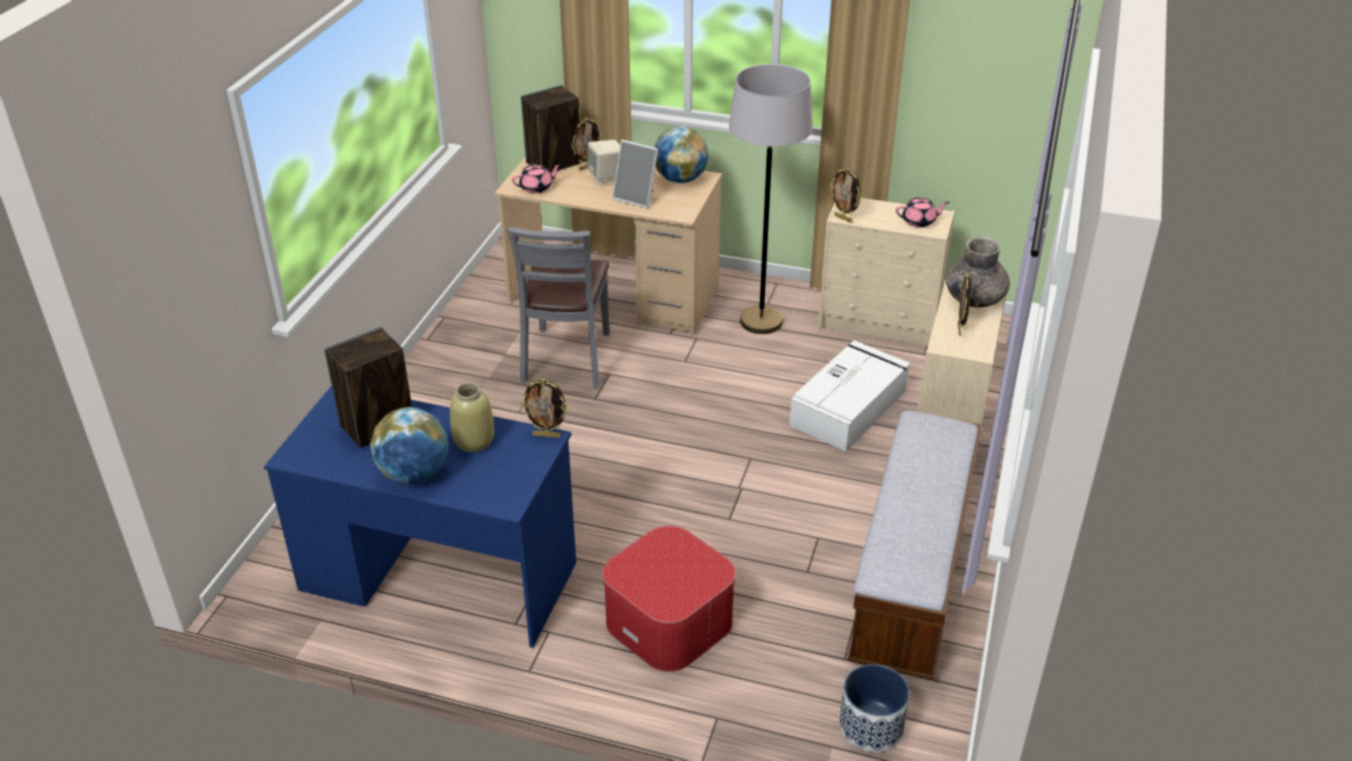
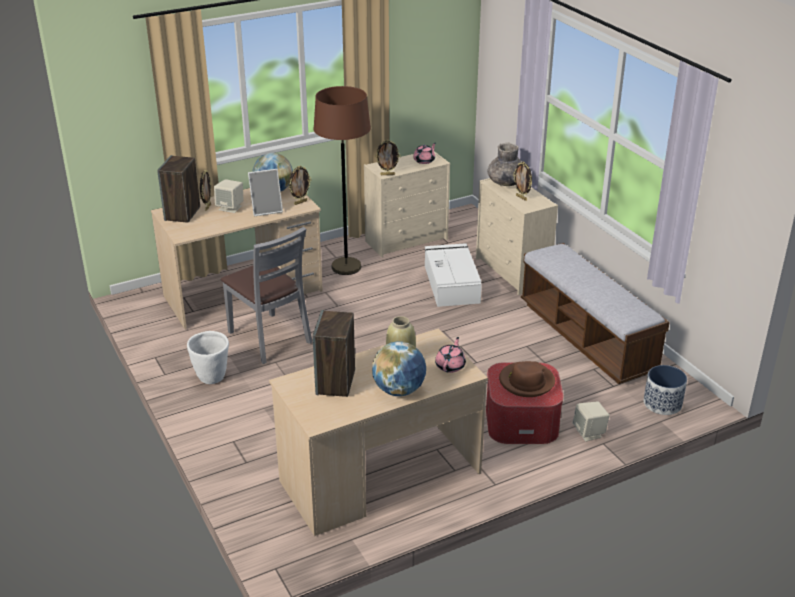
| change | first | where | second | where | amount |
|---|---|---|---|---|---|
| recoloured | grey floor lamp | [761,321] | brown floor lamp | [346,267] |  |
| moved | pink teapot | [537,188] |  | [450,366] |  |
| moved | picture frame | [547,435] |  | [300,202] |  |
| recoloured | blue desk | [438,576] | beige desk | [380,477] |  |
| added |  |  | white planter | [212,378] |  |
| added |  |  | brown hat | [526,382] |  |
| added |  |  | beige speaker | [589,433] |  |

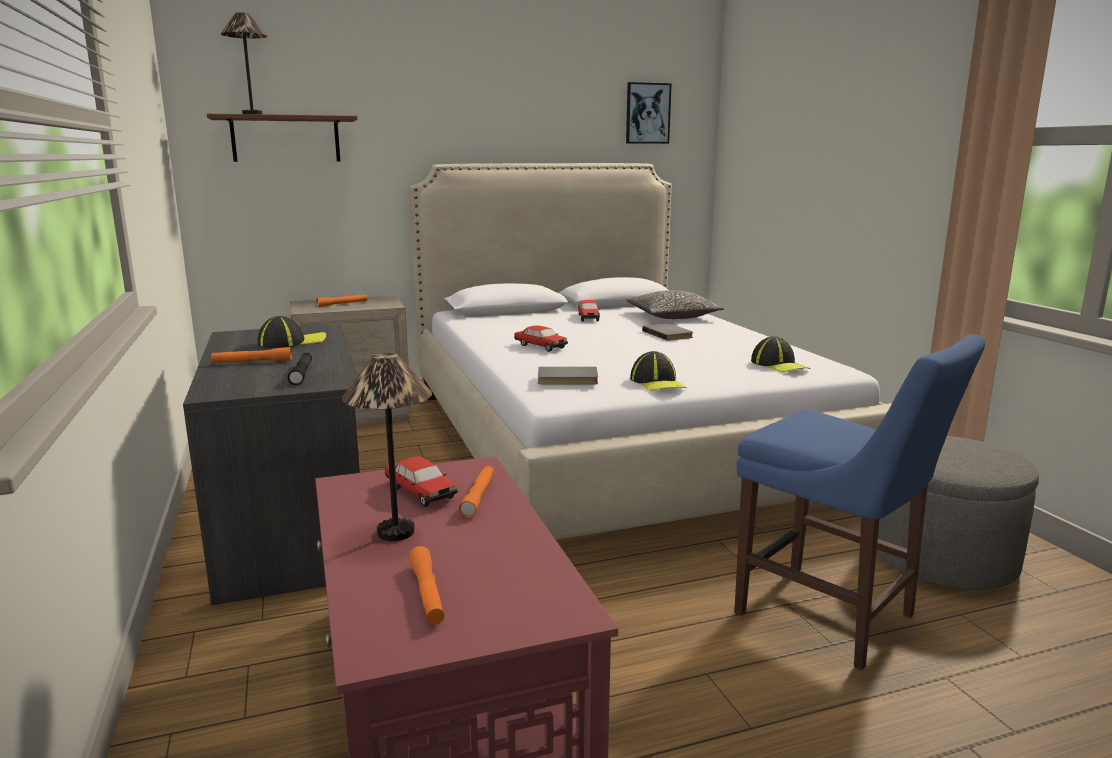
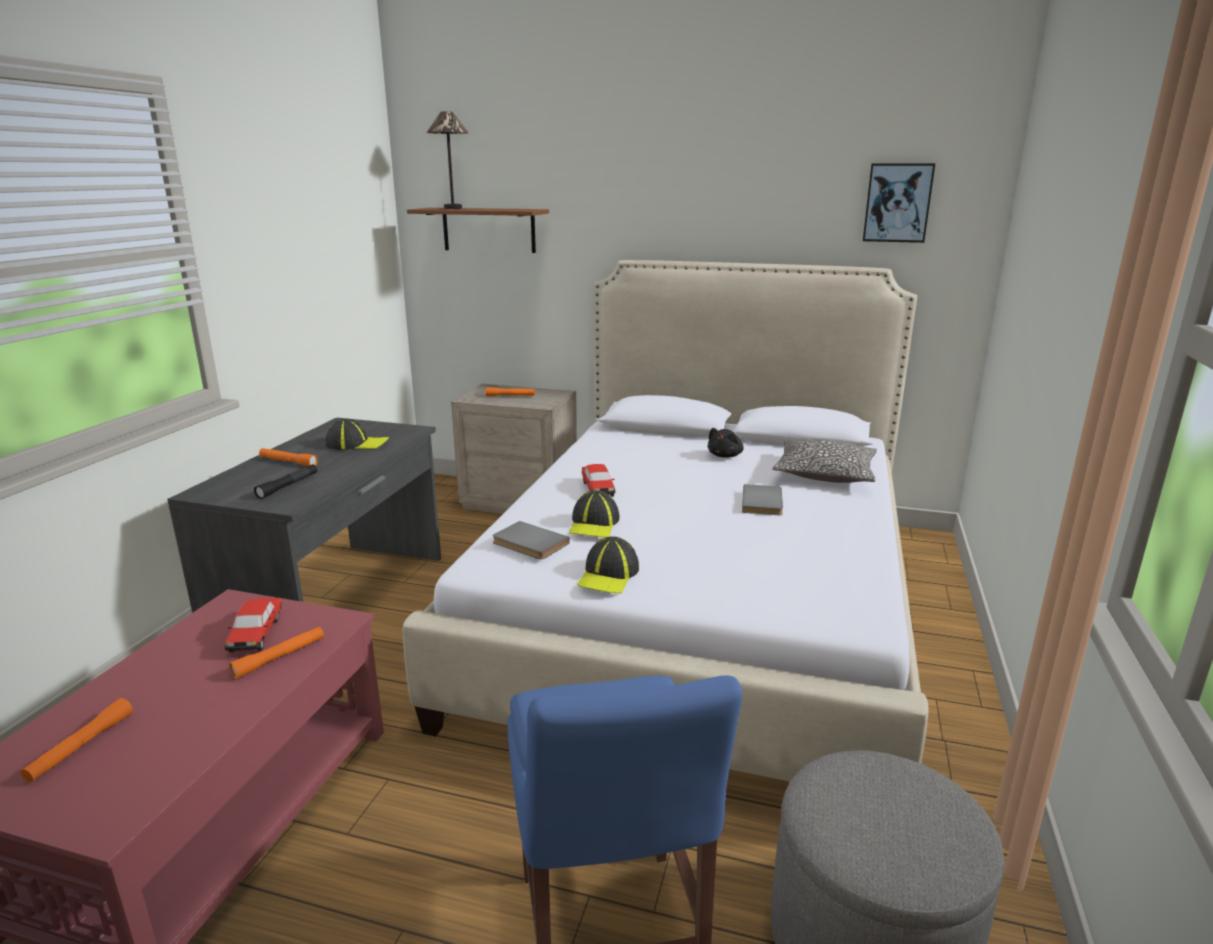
| change | first | where | second | where | amount |
|---|---|---|---|---|---|
| replaced | toy car | [588,317] | black plush toy | [725,455] |  |
| moved | cap | [779,365] |  | [594,524] |  |
| removed | table lamp | [396,532] |  |  |  |

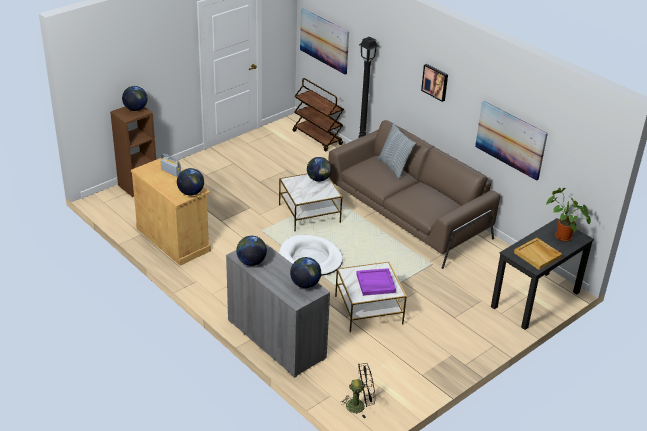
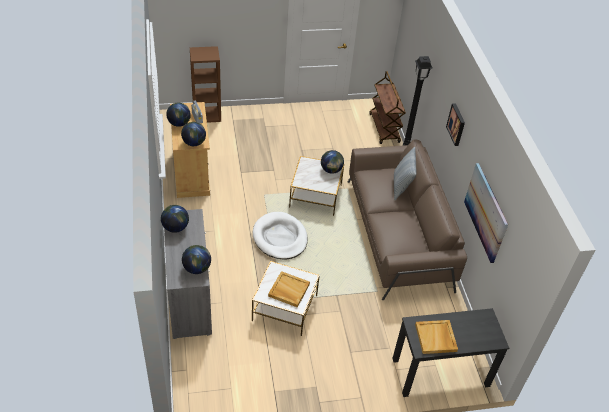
| change | first | where | second | where | amount |
|---|---|---|---|---|---|
| removed | picture | [324,40] |  |  |  |
| moved | globe | [135,109] |  | [179,123] |  |
| removed | potted plant | [561,236] |  |  |  |
| recoloured | purple tray | [375,283] | beige tray | [288,290] |  |
| removed | black fan | [359,405] |  |  |  |

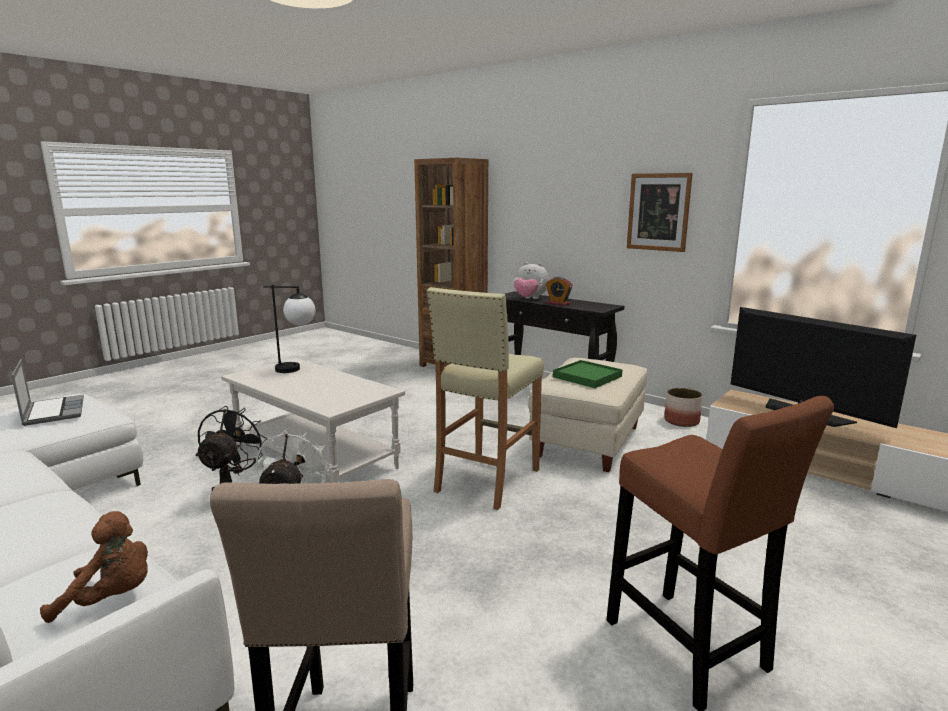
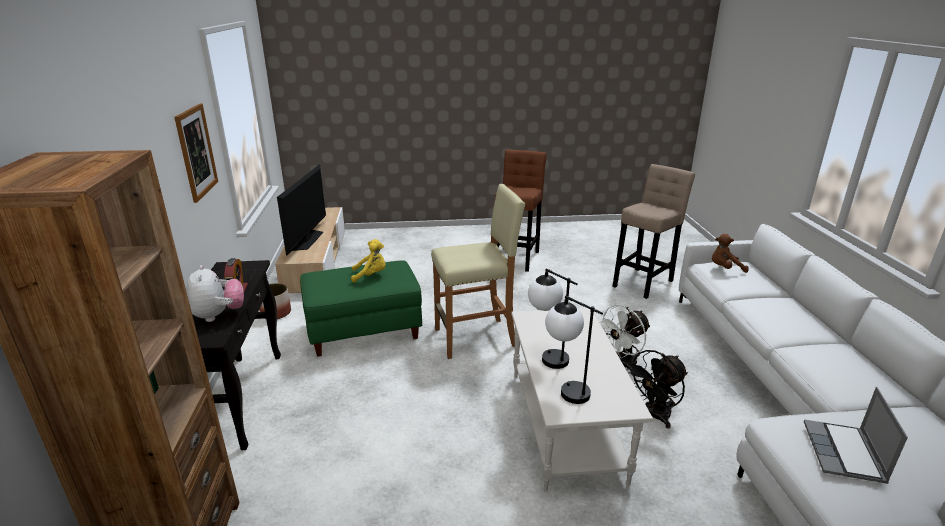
| change | first | where | second | where | amount |
|---|---|---|---|---|---|
| recoloured | beige ottoman | [589,441] | green ottoman | [363,330] |  |
| replaced | green tray | [587,377] | yellow plush toy | [371,275] |  |
| turned | brown plush toy | [111,599] |  | [725,268] | 45 degrees counterclockwise |
| added |  |  | table lamp | [546,355] |  |

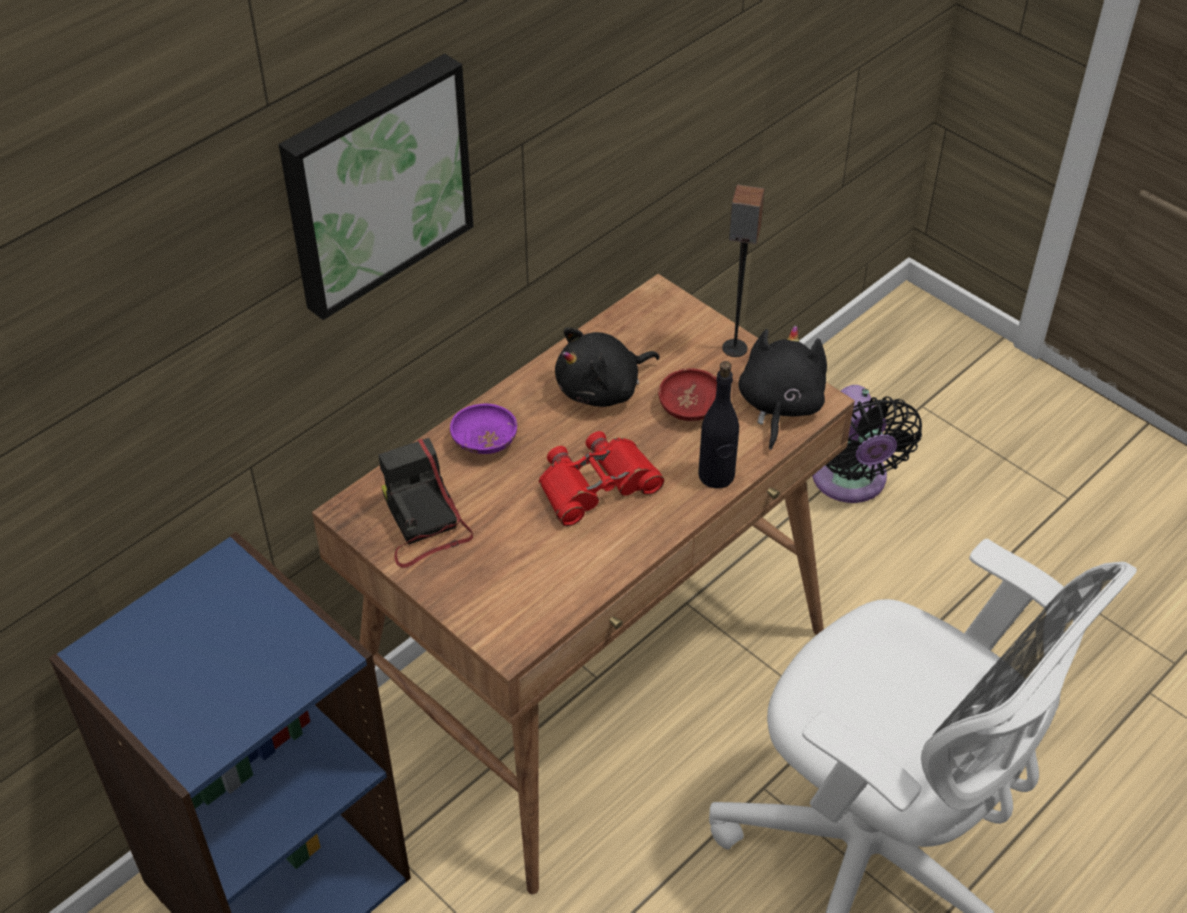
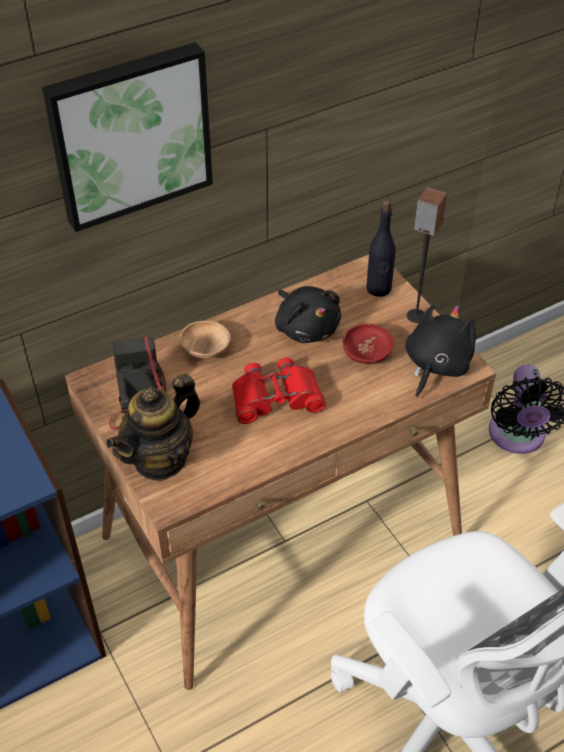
| change | first | where | second | where | amount |
|---|---|---|---|---|---|
| turned | black plush toy | [602,389] |  | [306,327] | 105 degrees counterclockwise |
| moved | black bottle | [716,476] |  | [378,288] |  |
| recoloured | purple bowl | [484,442] | brown bowl | [206,349] |  |
| added |  |  | teapot | [160,459] |  |

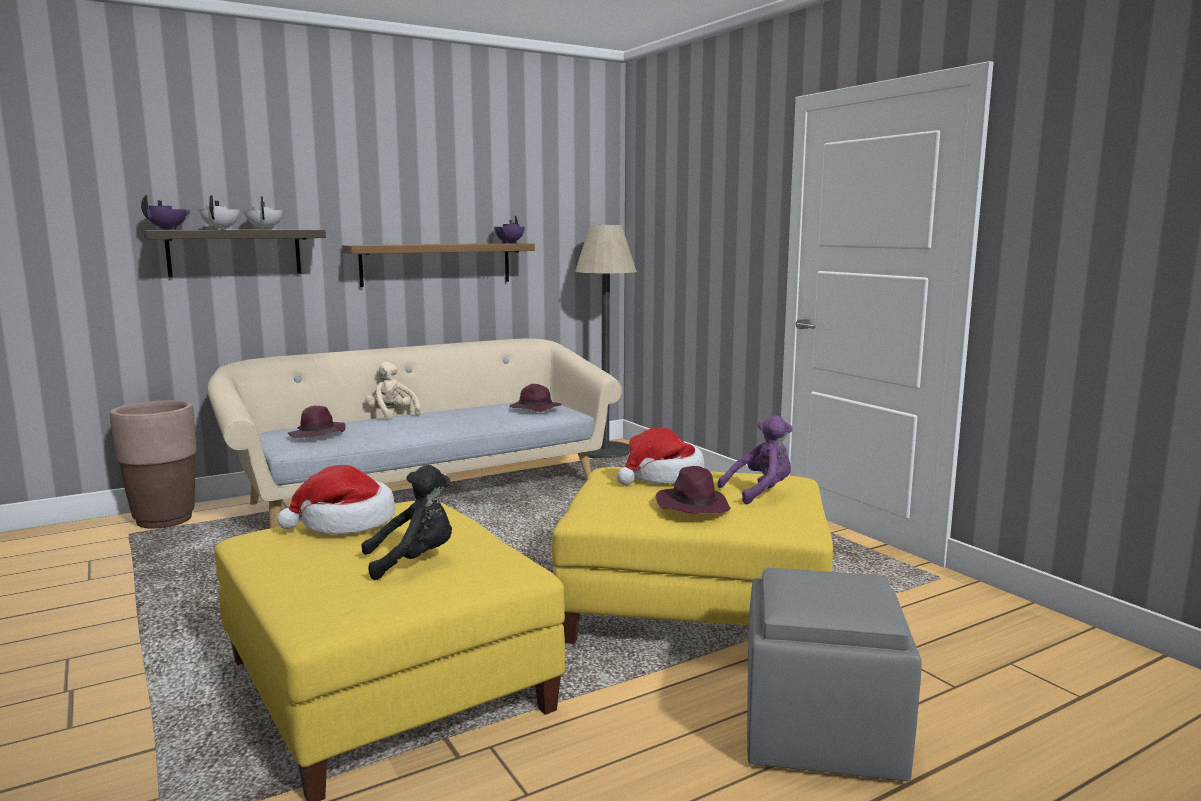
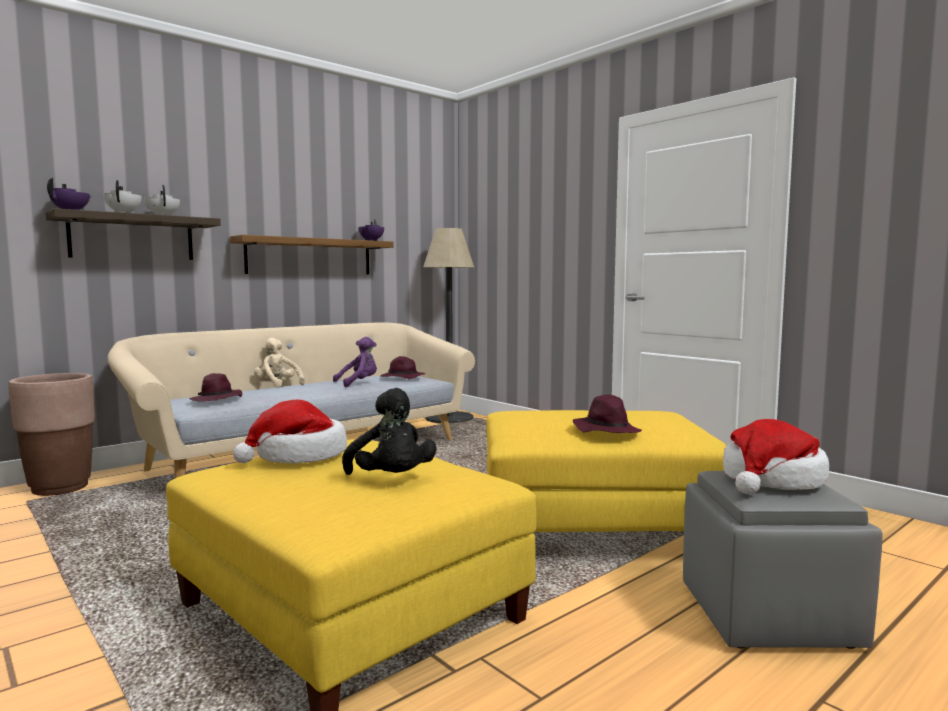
| change | first | where | second | where | amount |
|---|---|---|---|---|---|
| moved | purple plush toy | [760,492] |  | [359,383] |  |
| moved | hat | [662,477] |  | [772,480] |  |
| turned | black plush toy | [414,561] |  | [391,480] | 90 degrees clockwise |

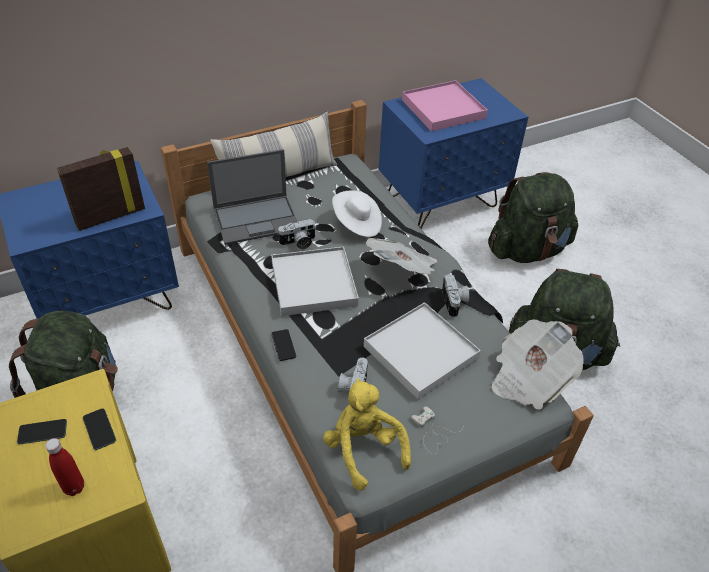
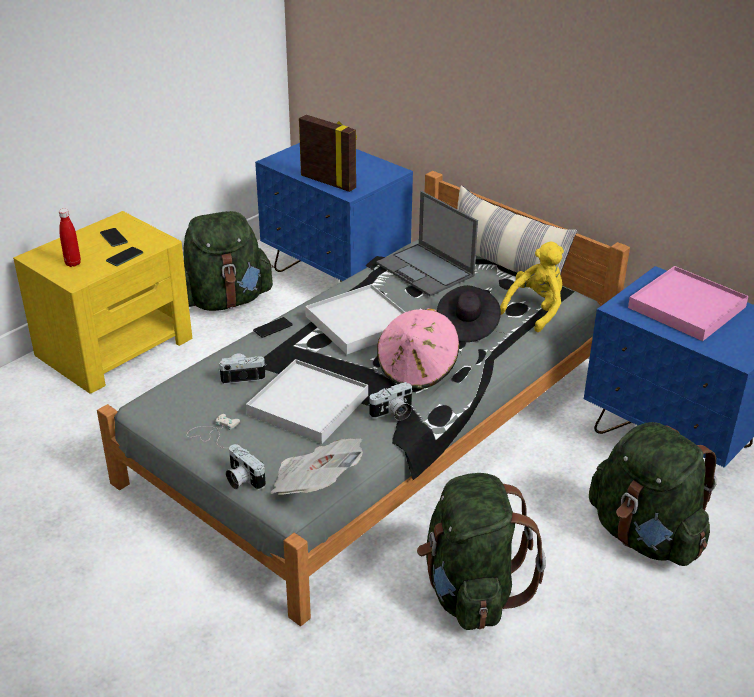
| change | first | where | second | where | amount |
|---|---|---|---|---|---|
| recoloured | white hat | [357,224] | black hat | [467,326] |  |
| moved | photo camera | [298,243] |  | [242,479] |  |
| replaced | newspaper | [403,270] | pink hat | [417,369] |  |
| moved | yellow plush toy | [363,449] |  | [536,310] |  |

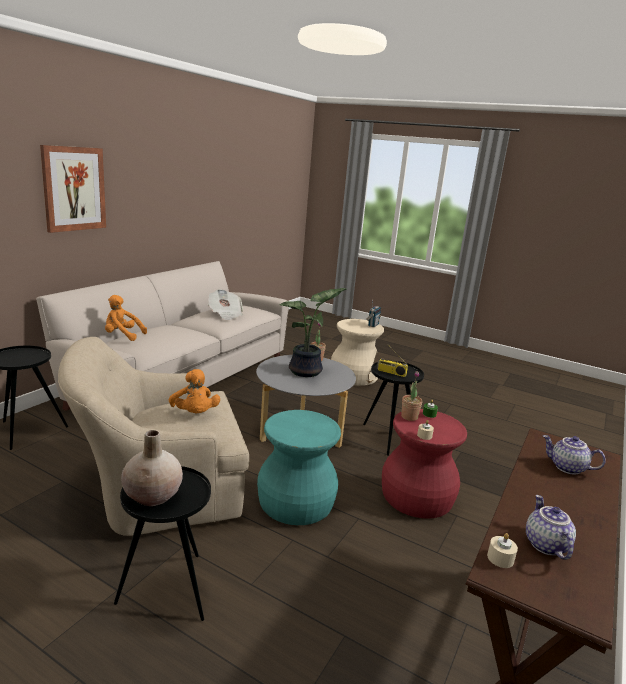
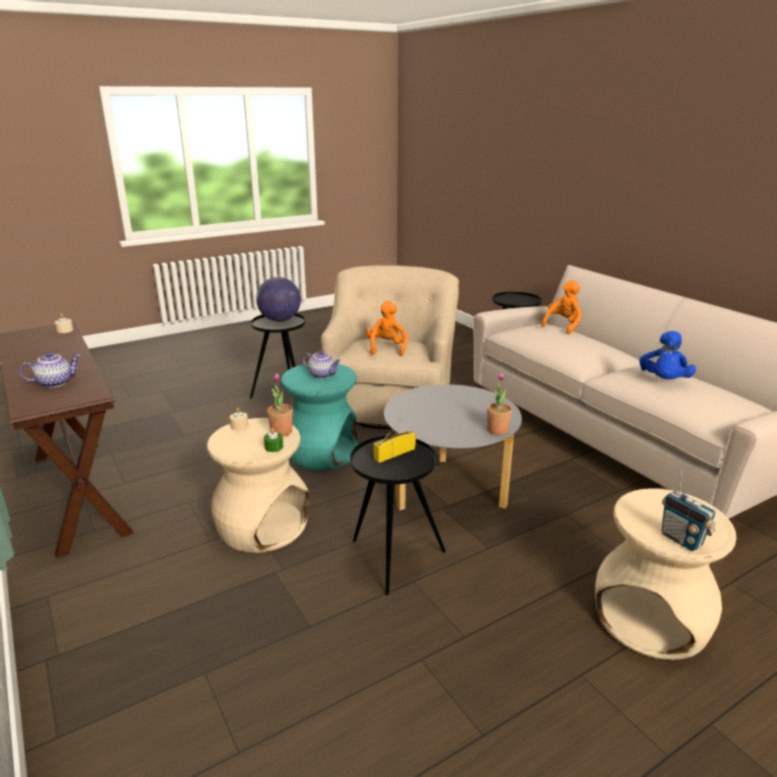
| change | first | where | second | where | amount |
|---|---|---|---|---|---|
| removed | picture | [74,189] |  |  |  |
| removed | potted plant | [307,372] |  |  |  |
| replaced | newspaper | [225,314] | blue plush toy | [663,381] |  |
| turned | orange plush toy | [194,414] |  | [386,348] | 90 degrees clockwise |
| recoloured | red stool | [416,497] | beige stool | [262,525] |  |
| replaced | beige vase | [153,496] | globe | [280,320] |  |
| moved | teapot | [544,544] |  | [322,375] |  |

